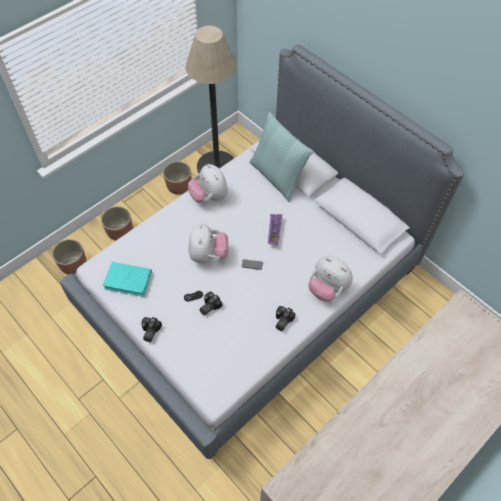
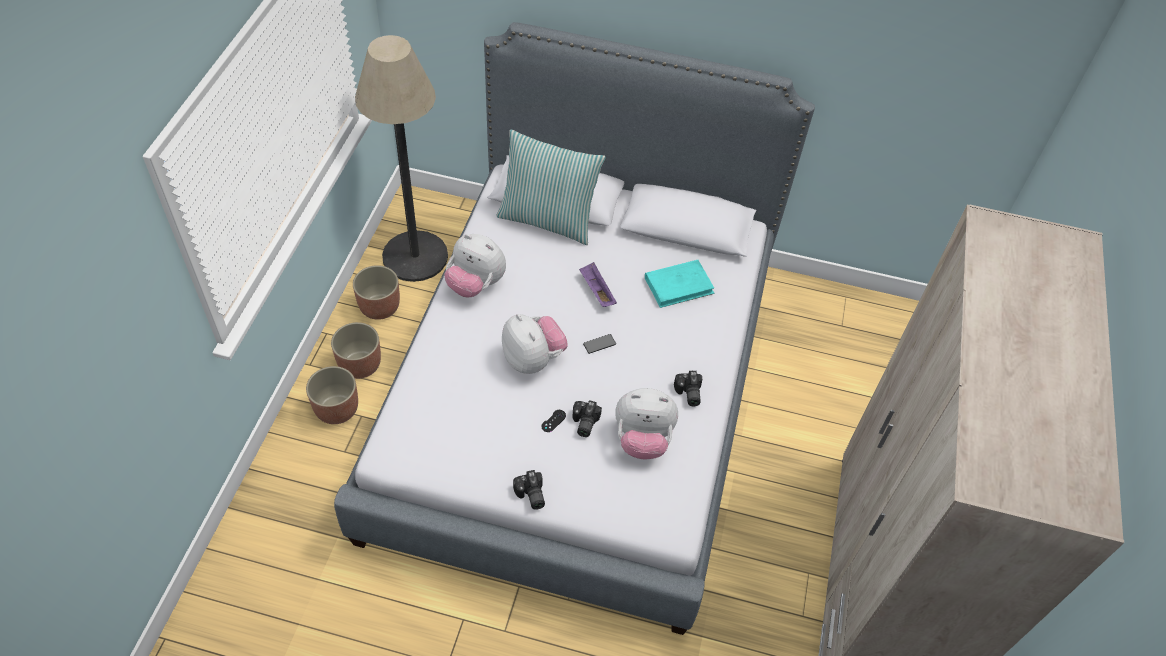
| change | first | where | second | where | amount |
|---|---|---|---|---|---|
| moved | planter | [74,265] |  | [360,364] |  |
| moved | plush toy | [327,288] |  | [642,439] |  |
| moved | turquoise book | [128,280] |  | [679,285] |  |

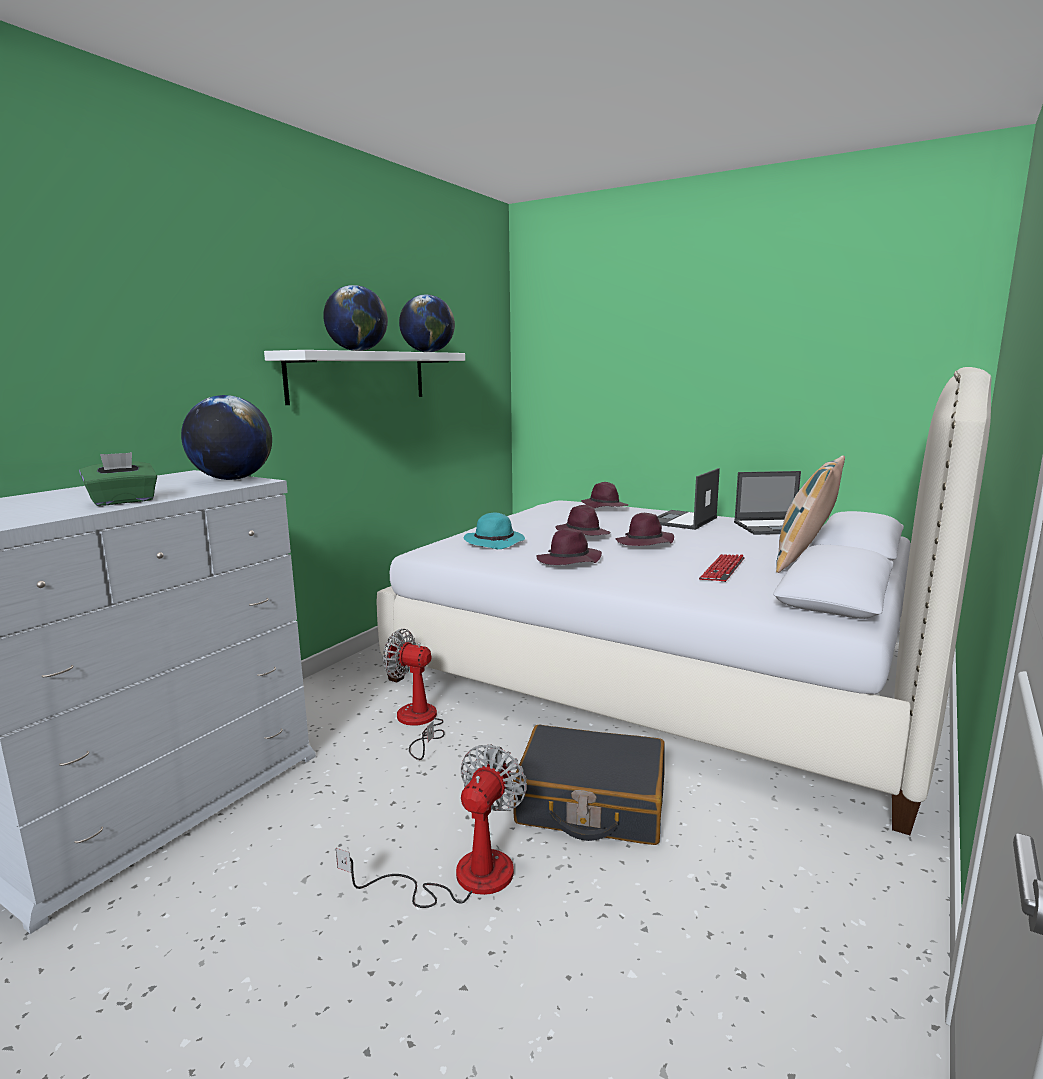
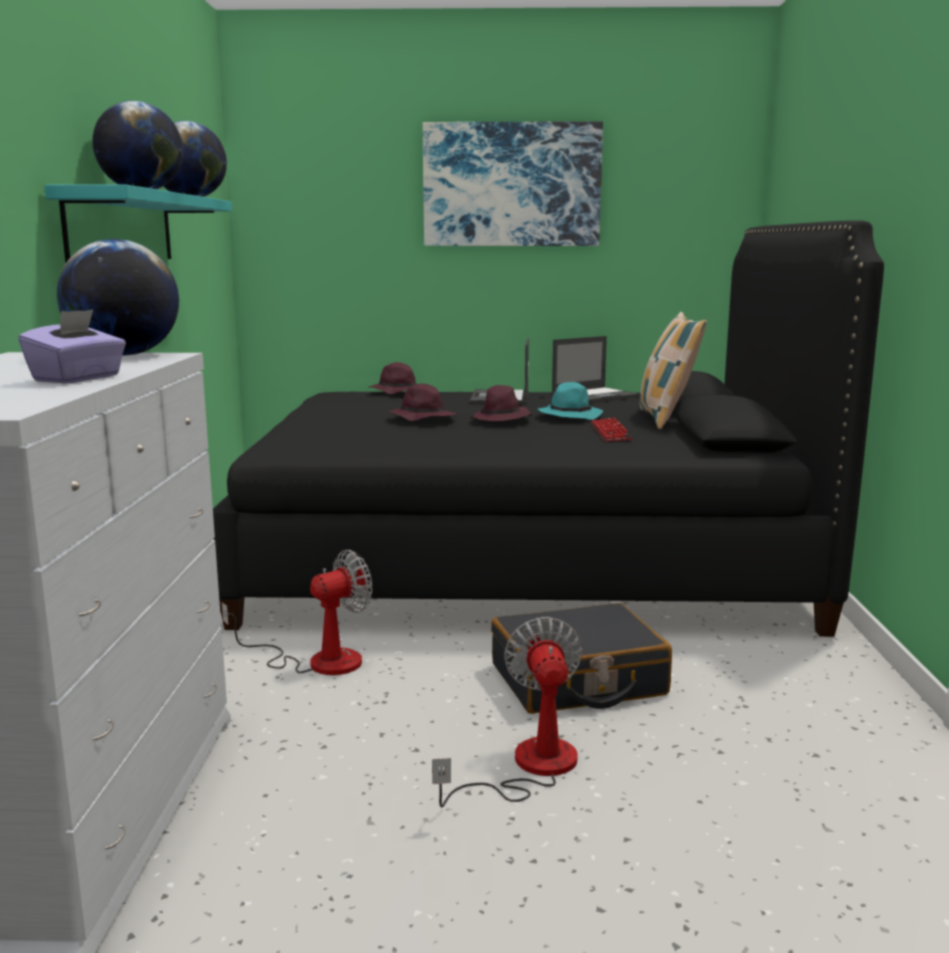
| change | first | where | second | where | amount |
|---|---|---|---|---|---|
| recoloured | white shelf | [359,376] | turquoise shelf | [121,227] |  |
| recoloured | white bed | [667,669] | black bed | [524,560] |  |
| recoloured | green tissue box | [123,501] | purple tissue box | [78,378] |  |
| moved | turquoise hat | [495,542] |  | [570,415] |  |
| removed | purple hat | [568,561] |  |  |  |
| turned | fan | [418,723] |  | [317,661] | 150 degrees clockwise |
| added |  |  | picture | [511,185] |  |

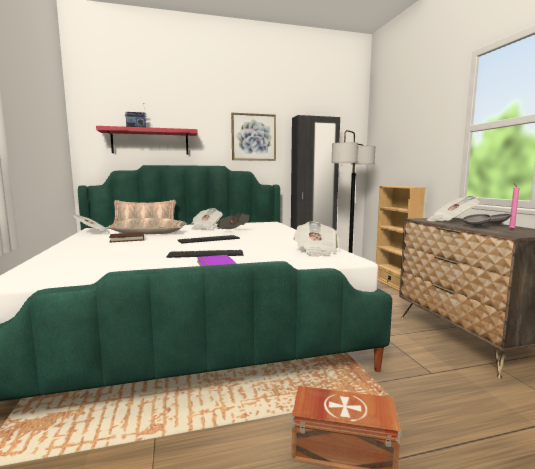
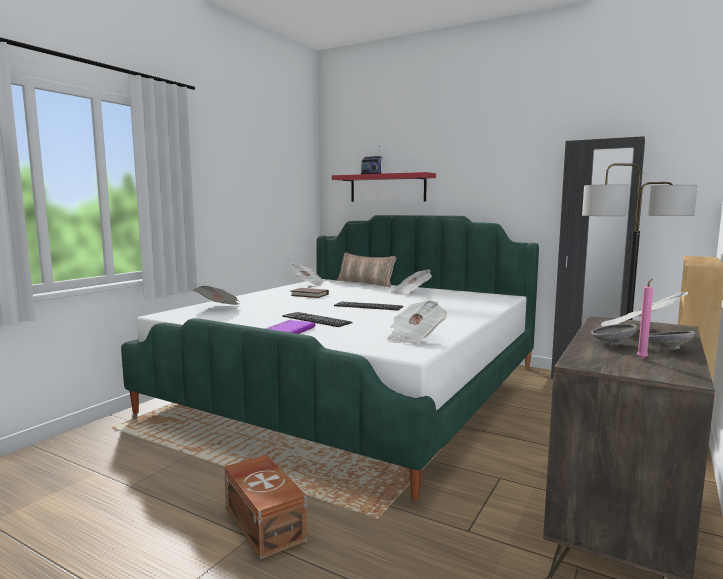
| change | first | where | second | where | amount |
|---|---|---|---|---|---|
| removed | picture | [253,137] |  |  |  |
| moved | newspaper | [233,231] |  | [219,308] |  |
| removed | pillow | [149,233] |  |  |  |

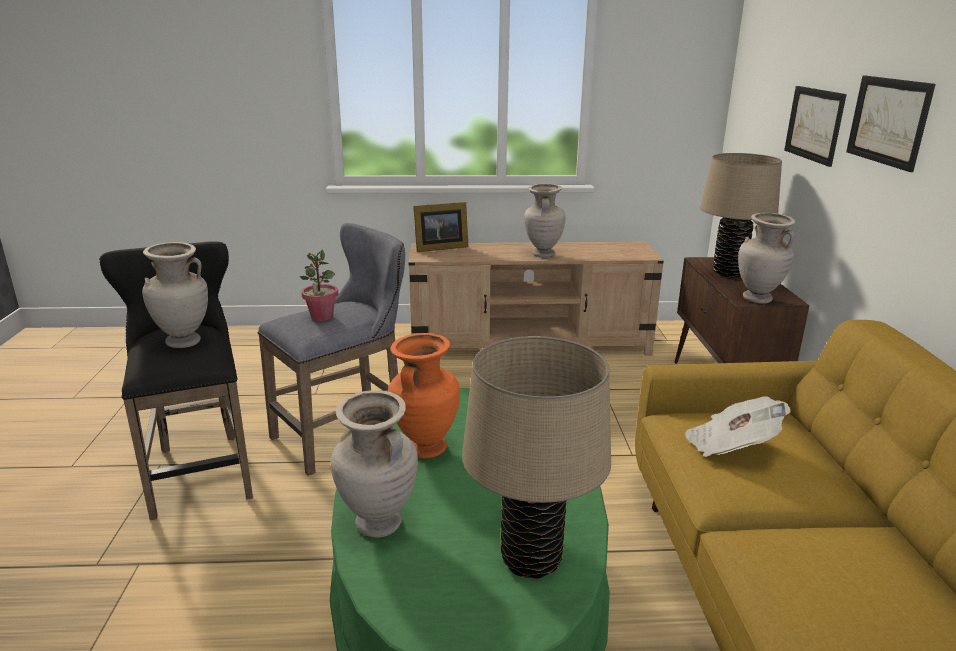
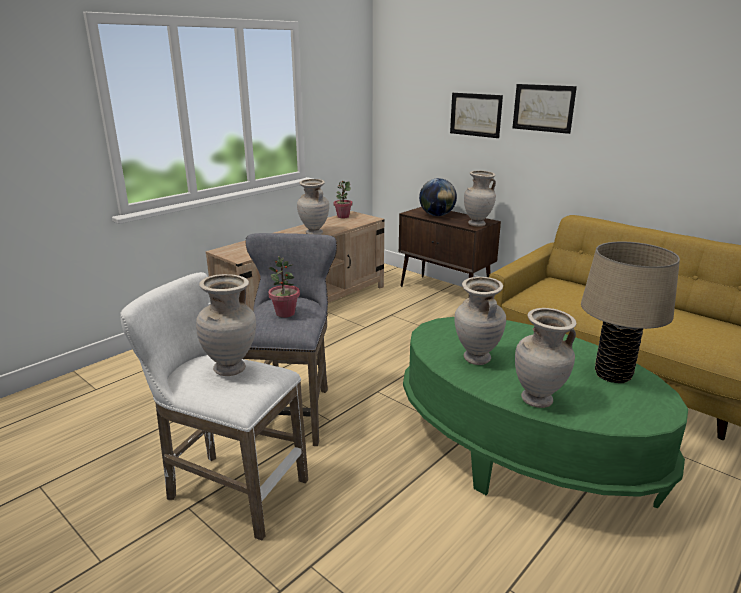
| change | first | where | second | where | amount |
|---|---|---|---|---|---|
| replaced | beige table lamp | [728,272] | globe | [437,215] |  |
| removed | picture frame | [439,247] |  |  |  |
| recoloured | black stool | [201,469] | white stool | [230,489] |  |
| recoloured | orange vase | [425,449] | beige vase | [476,359] |  |
| removed | newspaper | [731,446] |  |  |  |
| added |  |  | potted plant | [343,216] |  |

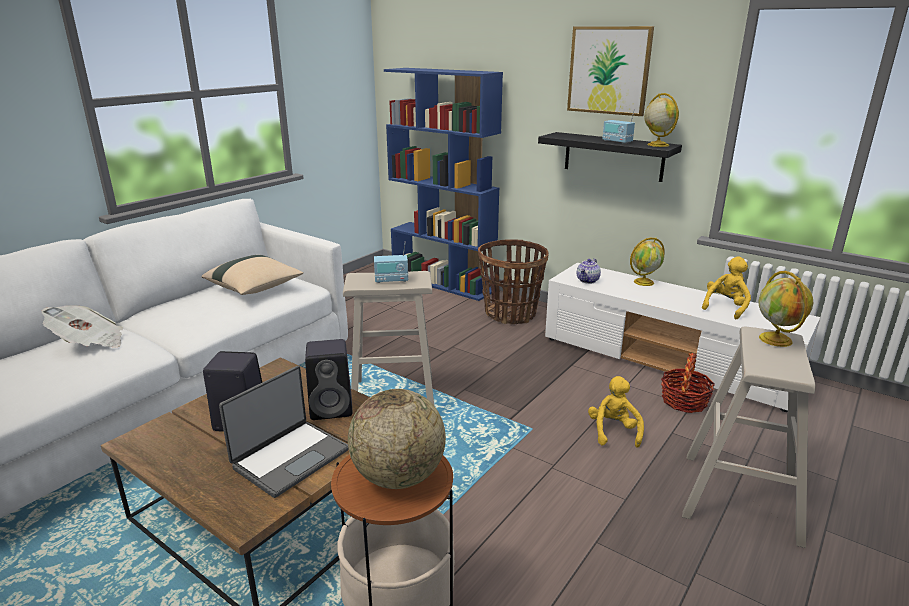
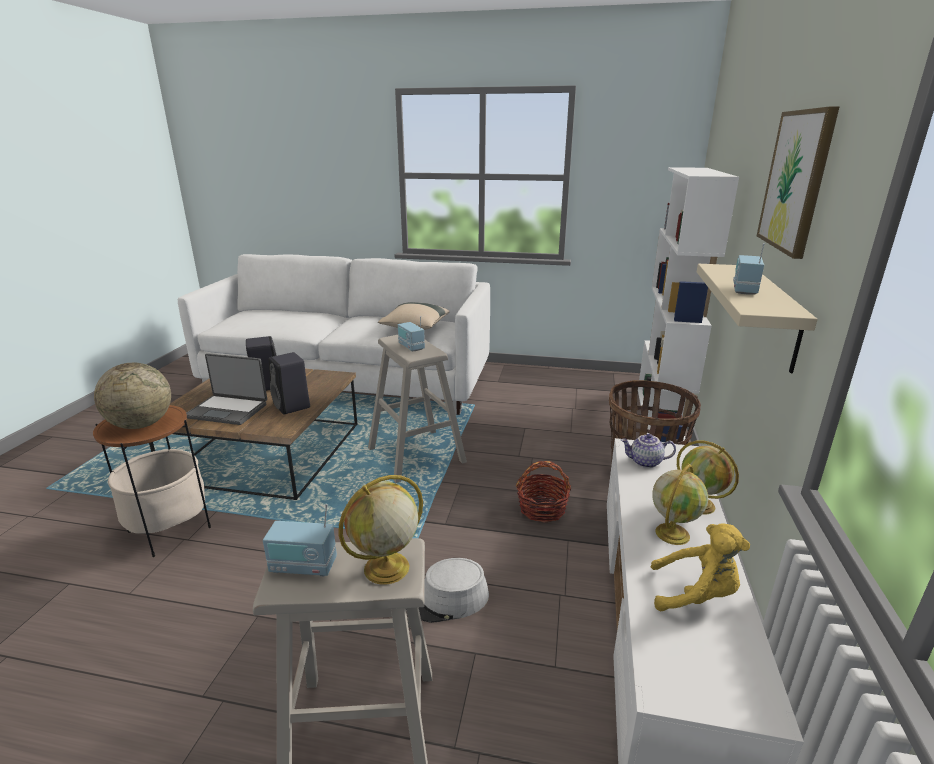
| change | first | where | second | where | amount |
|---|---|---|---|---|---|
| recoloured | blue bookcase | [443,283] | white bookcase | [661,417] |  |
| moved | globe | [657,145] |  | [672,533] |  |
| recoloured | black shelf | [613,156] | beige shelf | [773,315] |  |
| removed | newspaper | [90,343] |  |  |  |
| moved | basket | [684,401] |  | [542,509] |  |
| replaced | yellow plush toy | [613,431] | grey hat | [446,598] |  |
| added |  |  | radio | [303,567] |  |

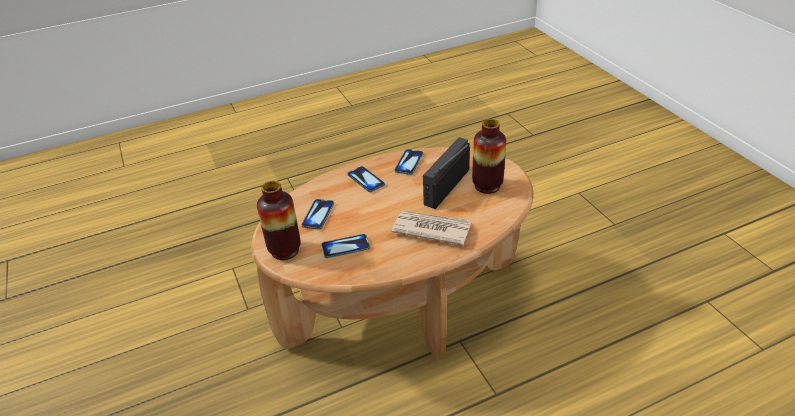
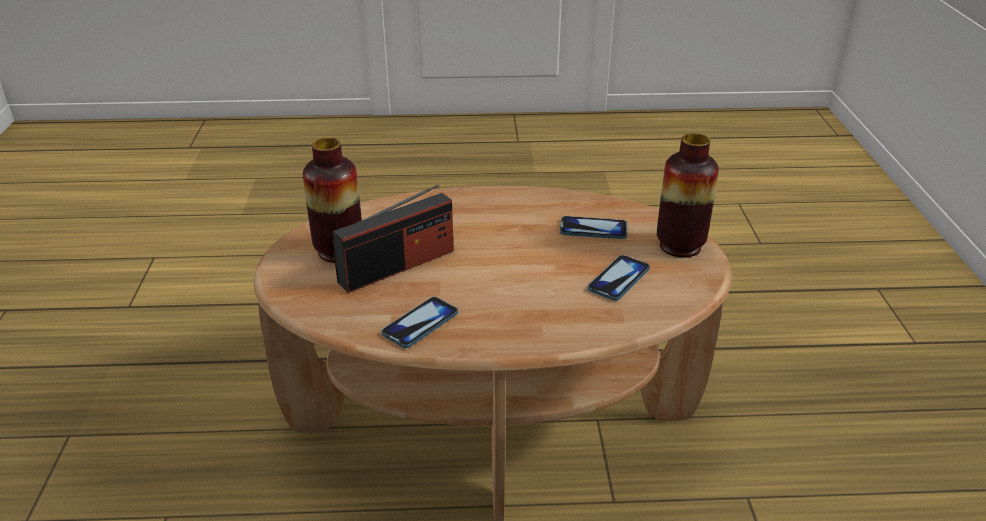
| change | first | where | second | where | amount |
|---|---|---|---|---|---|
| removed | phone | [366,180] |  |  |  |
| removed | newspaper | [431,229] |  |  |  |

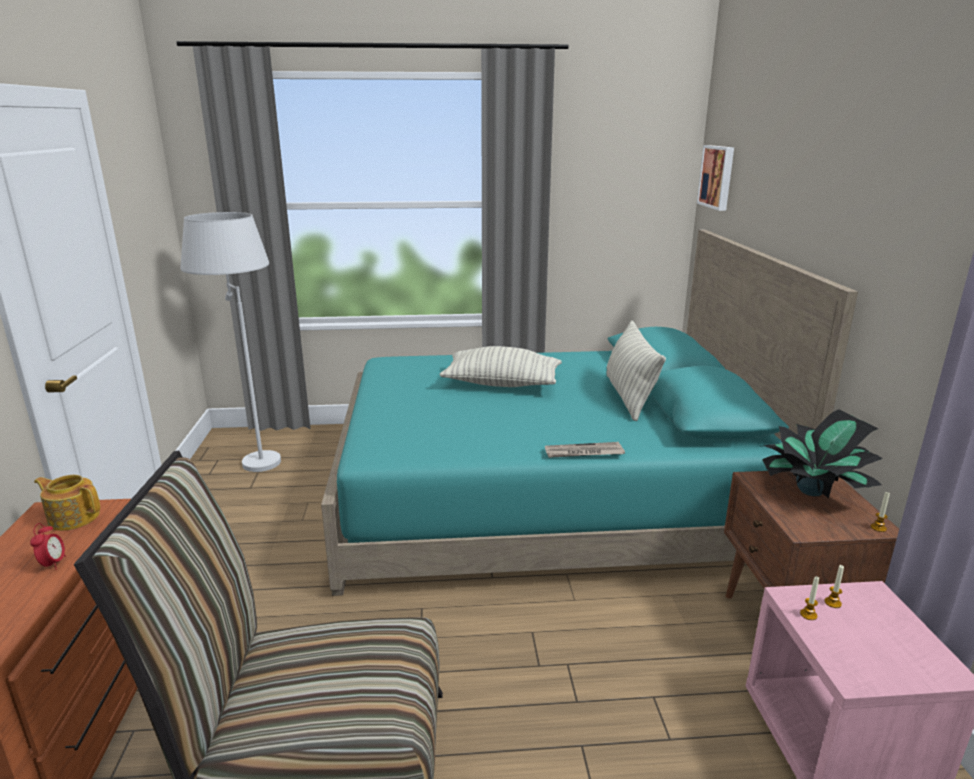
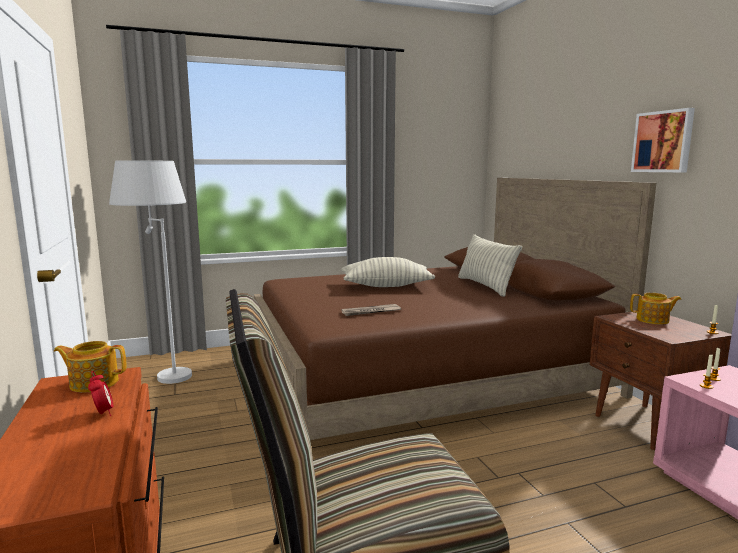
| change | first | where | second | where | amount |
|---|---|---|---|---|---|
| moved | picture | [718,177] |  | [663,142] |  |
| recoloured | turquoise bed | [544,497] | brown bed | [425,374] |  |
| replaced | potted plant | [812,491] | teapot | [653,320] |  |
| moved | newspaper | [583,453] |  | [371,312] |  |

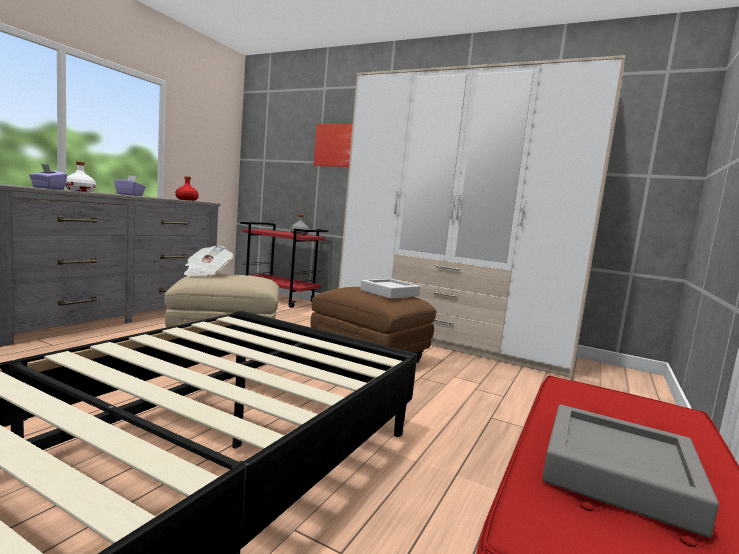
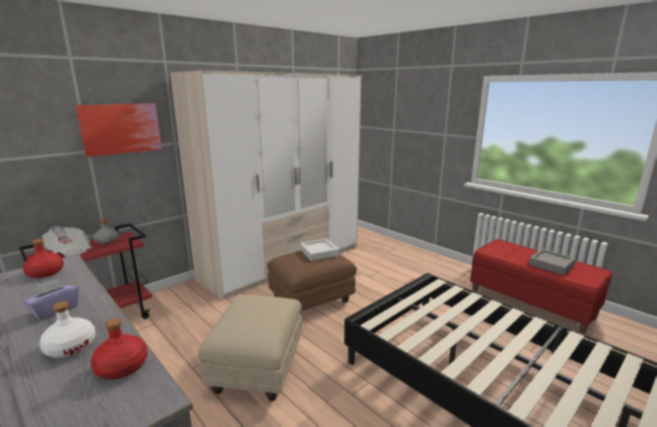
| change | first | where | second | where | amount |
|---|---|---|---|---|---|
| replaced | purple tissue box | [48,188] | red bottle | [122,366] |  |
| moved | newspaper | [206,273] |  | [69,252] |  |

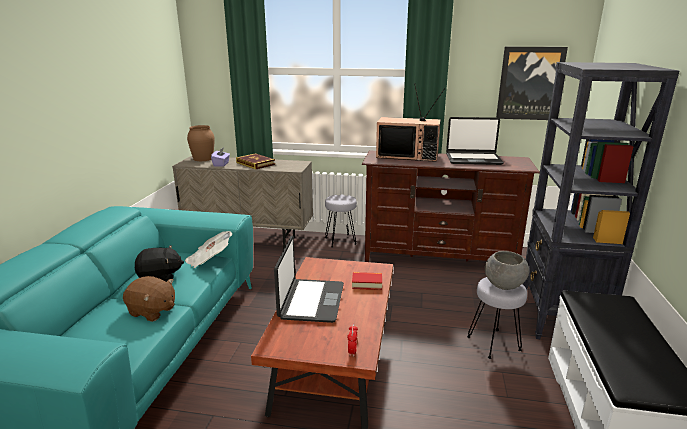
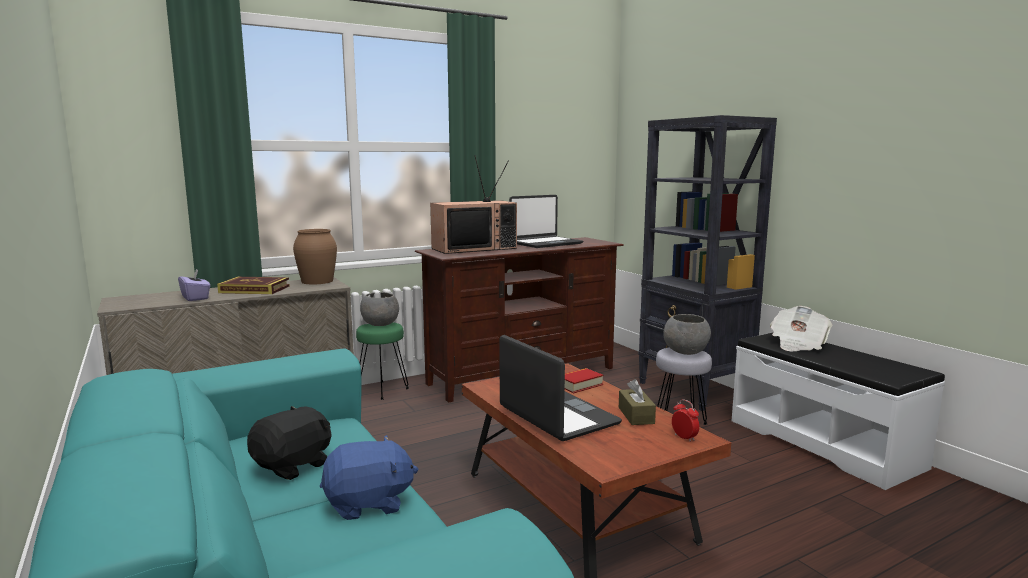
| change | first | where | second | where | amount |
|---|---|---|---|---|---|
| removed | picture | [530,83] |  |  |  |
| moved | brown vase | [203,158] |  | [317,281] |  |
| recoloured | grey stool | [341,240] | green stool | [382,390] |  |
| moved | newspaper | [209,260] |  | [797,344] |  |
| recoloured | brown plush toy | [152,311] | blue plush toy | [369,503] |  |
| added |  |  | grey bowl | [380,324] |  |
| added |  |  | brown tissue box | [636,415] |  |

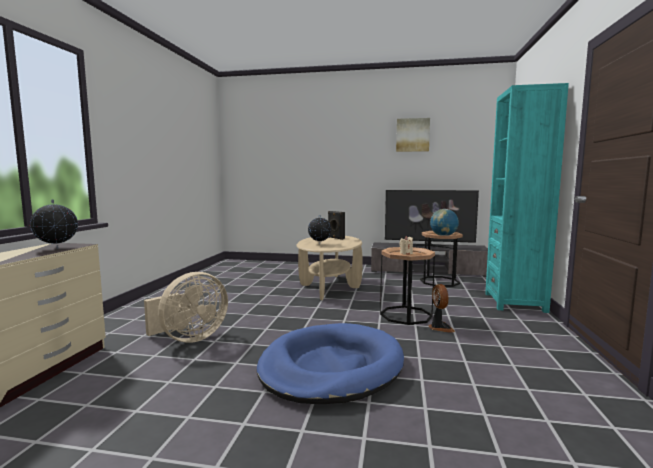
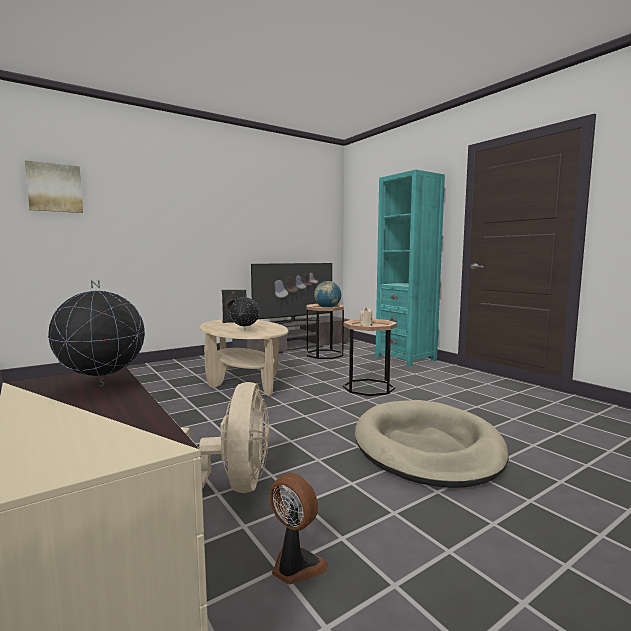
| change | first | where | second | where | amount |
|---|---|---|---|---|---|
| moved | picture | [412,135] |  | [54,188] |  |
| moved | fan | [440,328] |  | [295,566] |  |
| recoloured | blue dog bed | [331,367] | beige dog bed | [427,447] |  |

